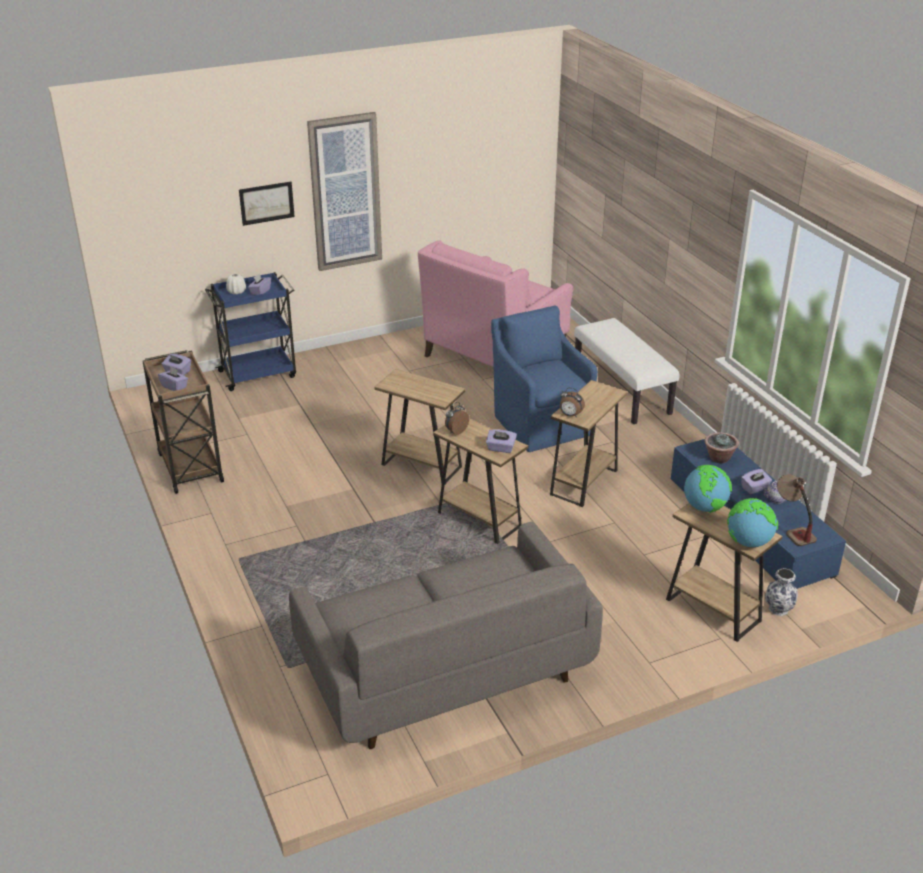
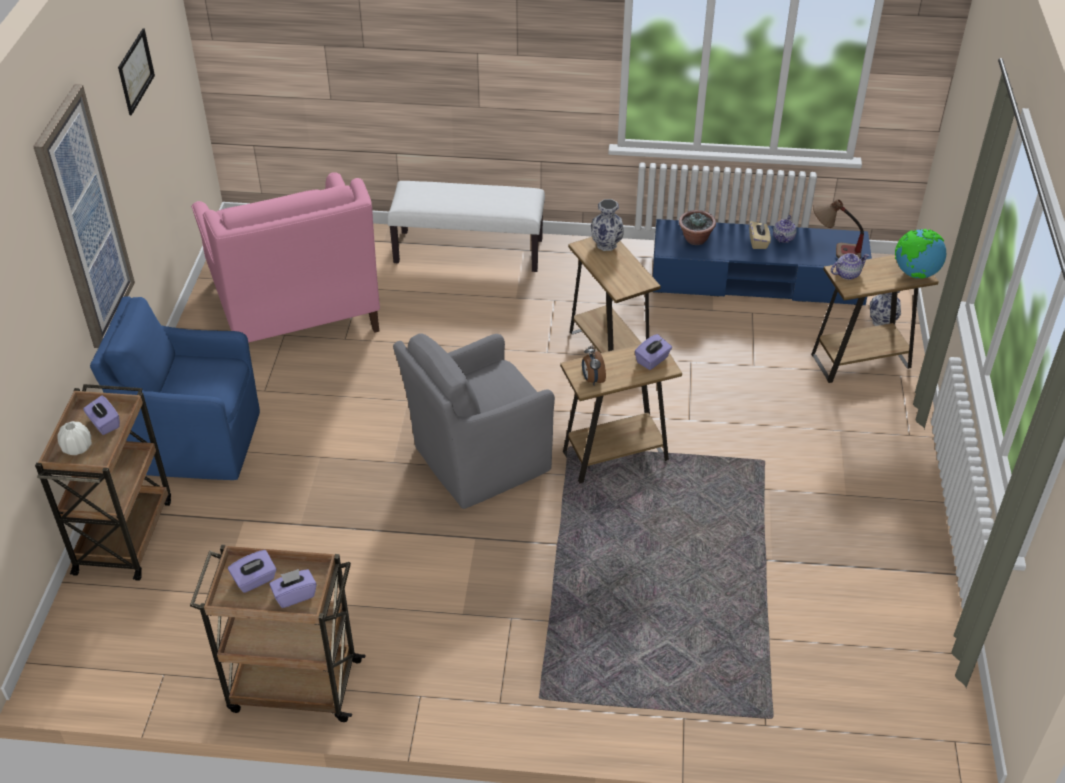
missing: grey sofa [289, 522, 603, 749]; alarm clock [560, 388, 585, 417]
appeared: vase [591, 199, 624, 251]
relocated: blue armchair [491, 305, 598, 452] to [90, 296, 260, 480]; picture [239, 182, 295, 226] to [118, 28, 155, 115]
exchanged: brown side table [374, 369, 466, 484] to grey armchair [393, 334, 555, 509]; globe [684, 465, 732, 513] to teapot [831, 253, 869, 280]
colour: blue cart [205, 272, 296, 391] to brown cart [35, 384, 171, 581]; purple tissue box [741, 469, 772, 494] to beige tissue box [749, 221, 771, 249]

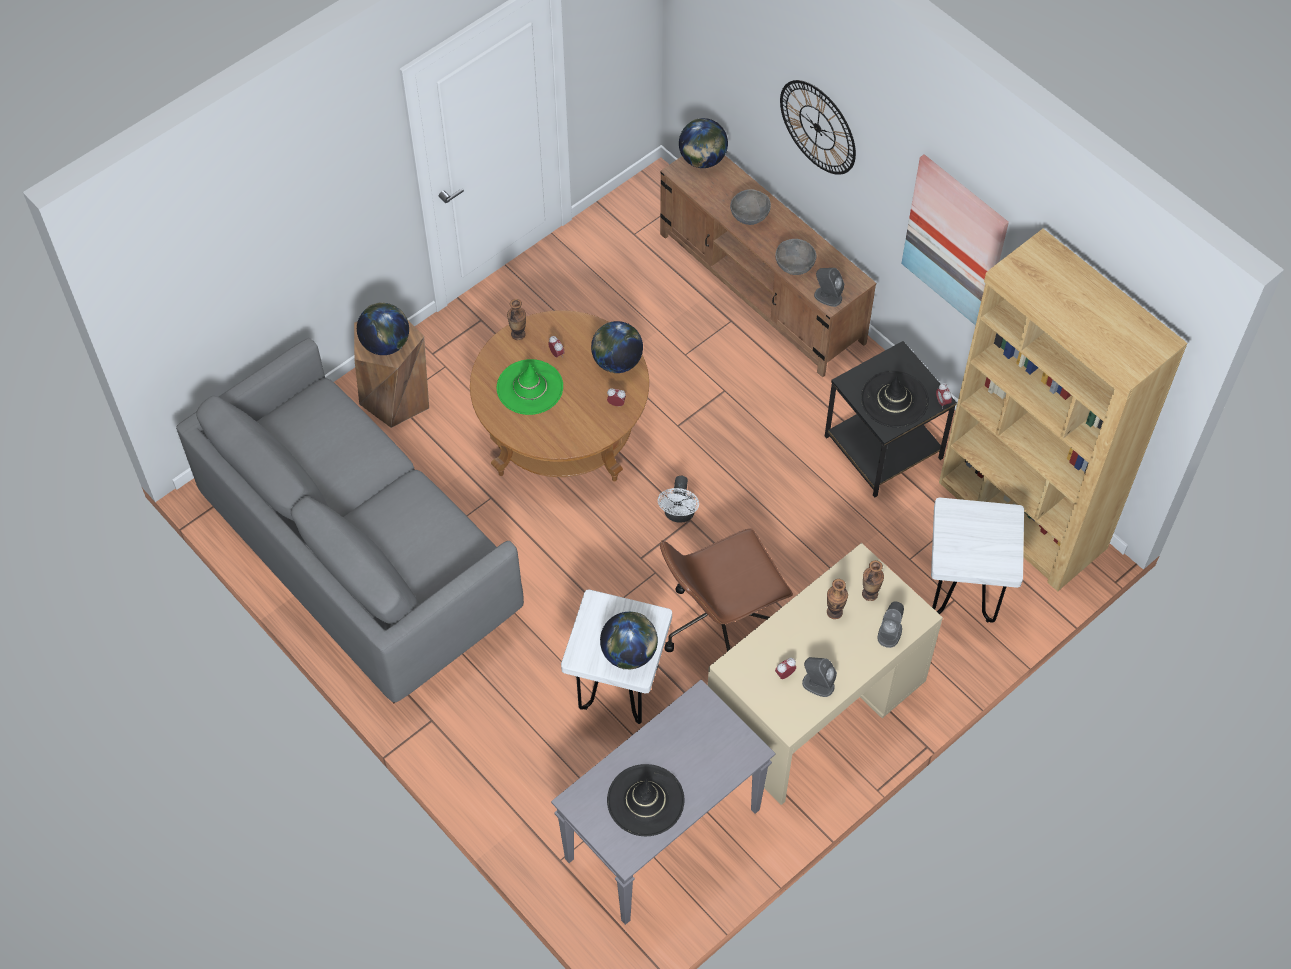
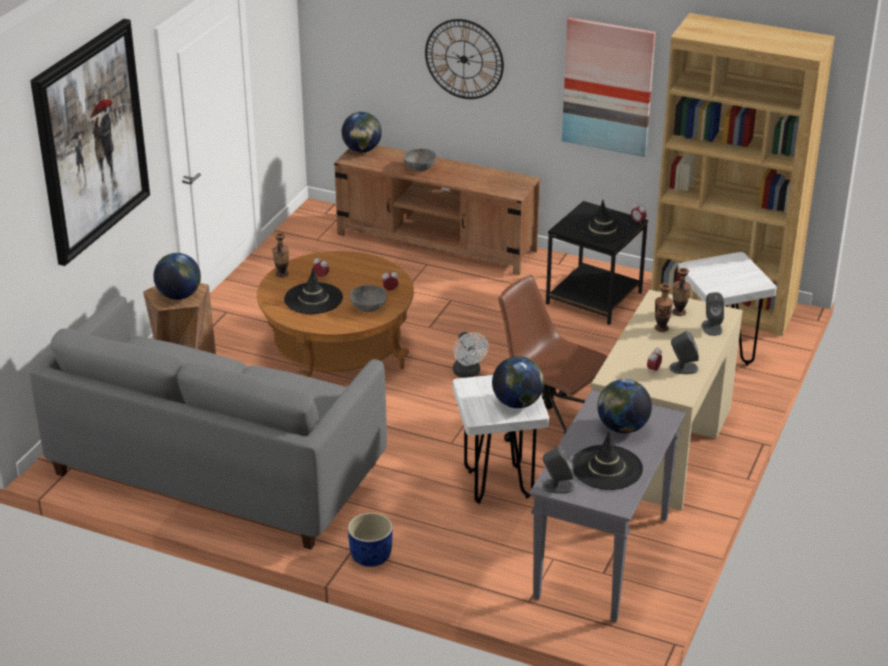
appeared: picture [30, 19, 150, 266]; blue planter [348, 513, 393, 567]
relocated: grey bowl [775, 239, 816, 275] to [350, 285, 387, 312]; grey speaker [814, 268, 844, 307] to [543, 446, 574, 494]; globe [591, 321, 643, 373] to [597, 379, 652, 434]
colour: green hat [497, 359, 563, 415] to black hat [284, 268, 343, 314]
spun: brown office chair [660, 528, 793, 652] = [499, 275, 608, 442] 90 degrees clockwise

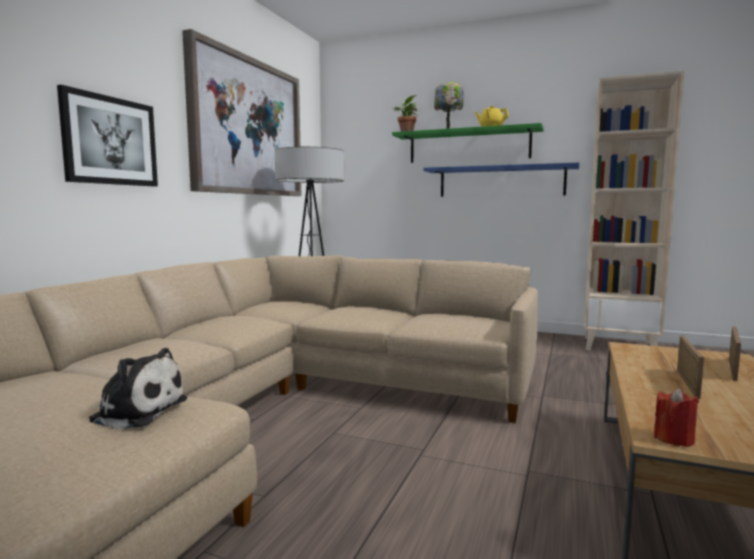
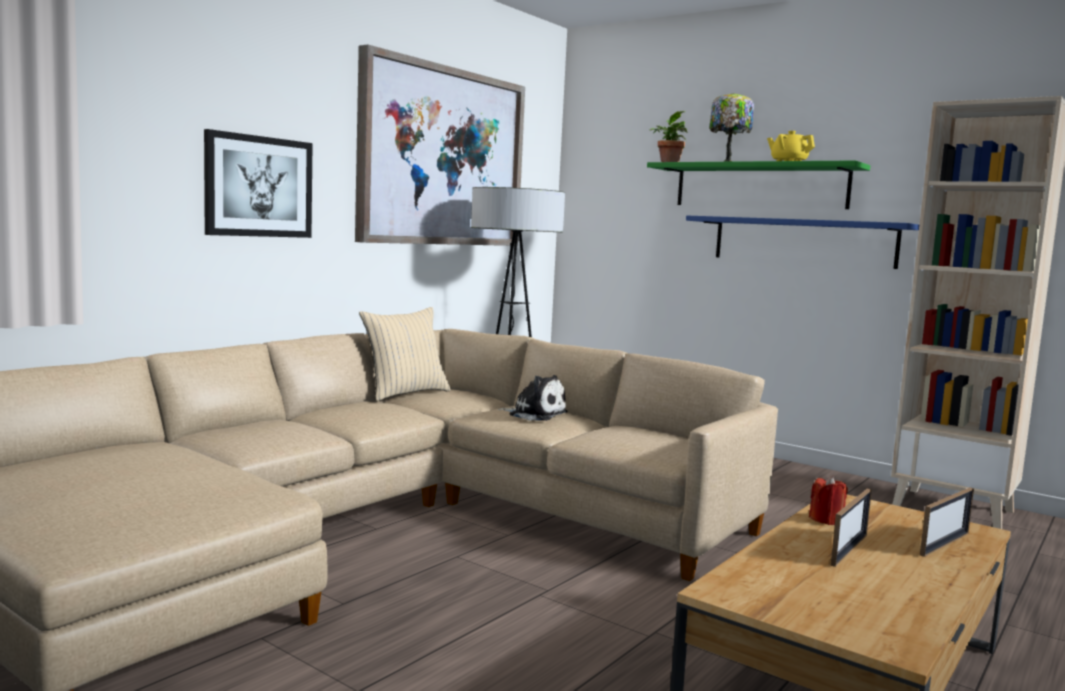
appeared: beige pillow [359, 307, 451, 401]
relocated: plush toy [89, 348, 187, 429] to [498, 375, 567, 421]; red candle [654, 389, 699, 447] to [809, 476, 848, 525]

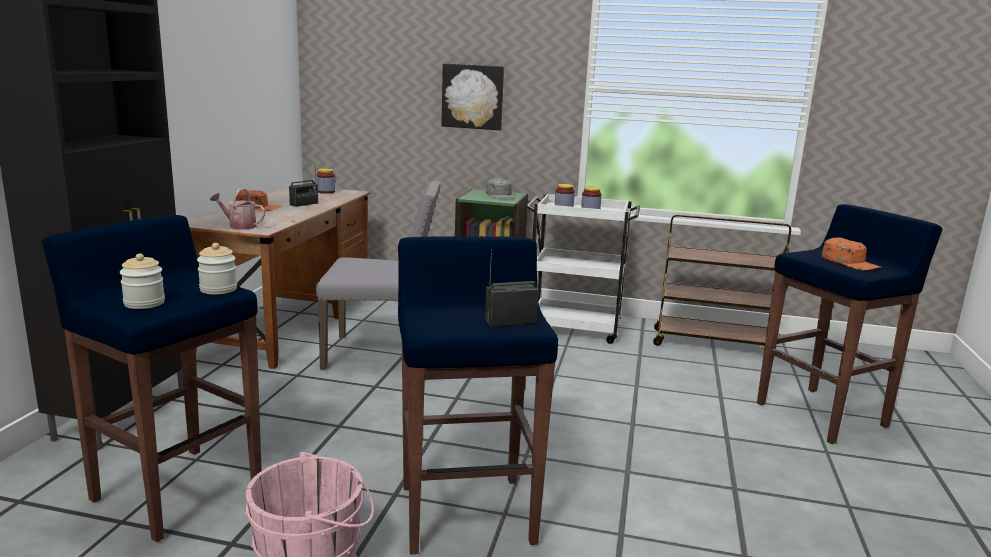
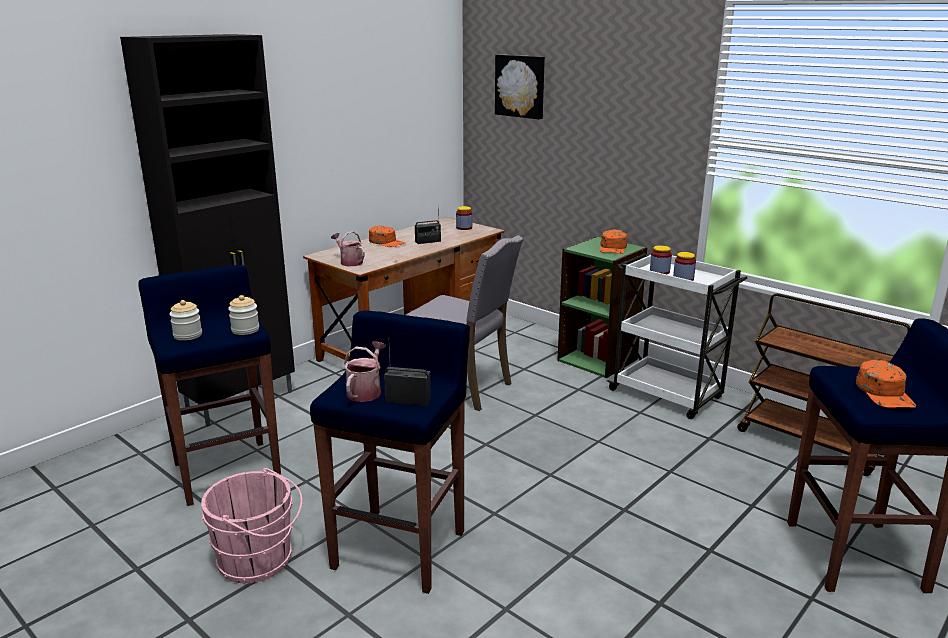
appeared: watering can [344, 342, 386, 402]
relocated: picture [441, 64, 504, 130] to [495, 55, 545, 119]
colour: grey cap [486, 178, 515, 199] to orange cap [600, 229, 627, 254]

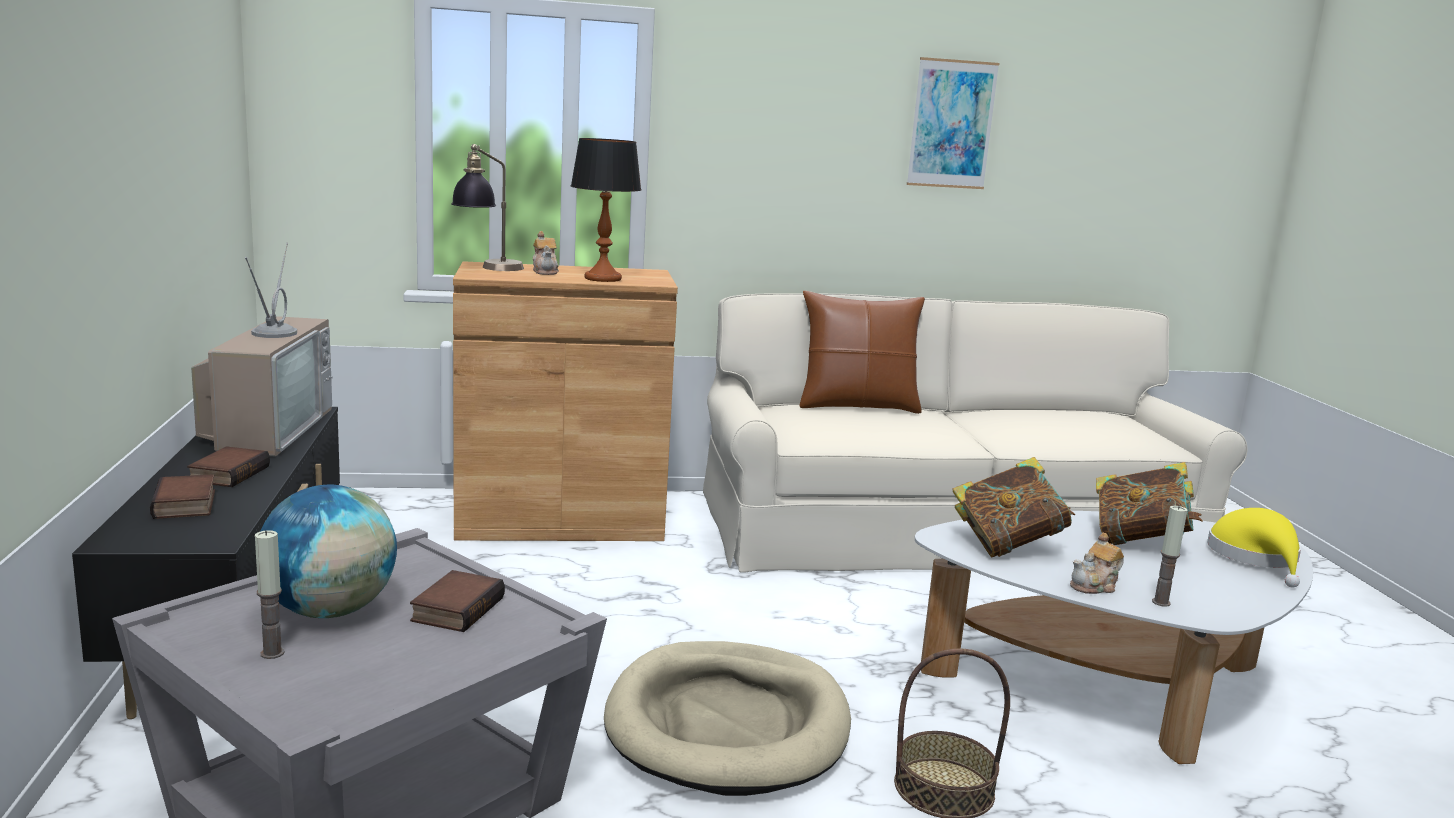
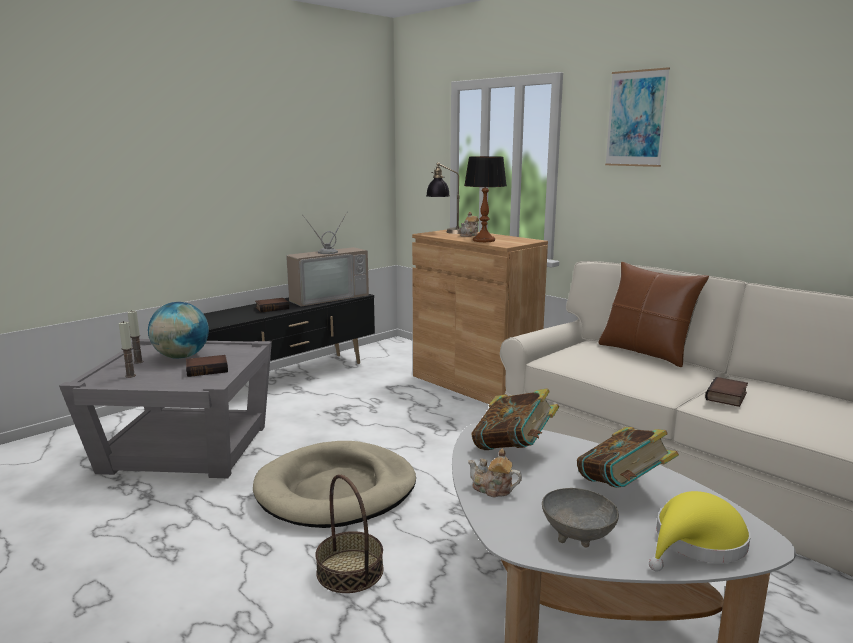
appeared: grey bowl [542, 488, 619, 548]
relocated: candle [1152, 505, 1188, 607] to [119, 321, 136, 378]; picture [907, 57, 1000, 189] to [605, 67, 670, 167]; book [150, 474, 215, 519] to [705, 377, 748, 407]

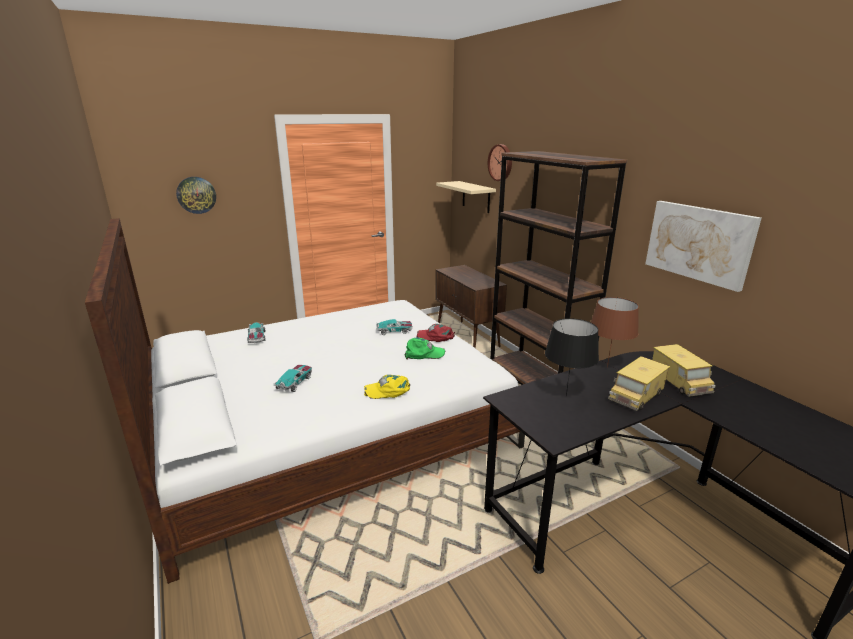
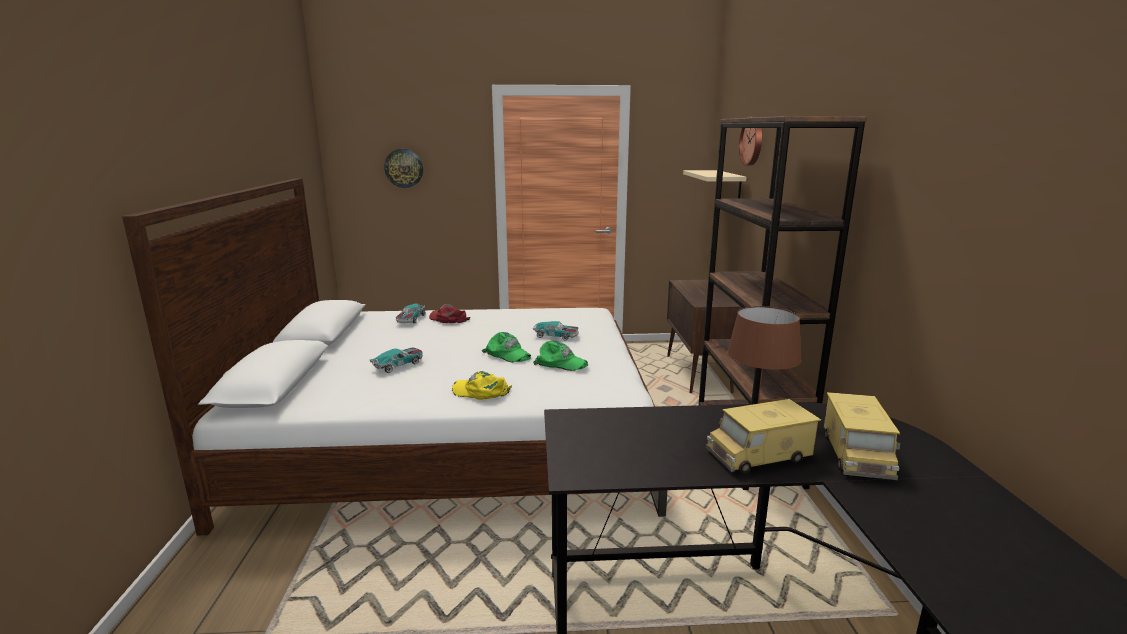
missing: black table lamp [545, 318, 599, 397]; picture [645, 201, 761, 292]
appeared: green cap [482, 332, 531, 362]
relocated: red cap [416, 324, 455, 342] to [429, 304, 470, 323]

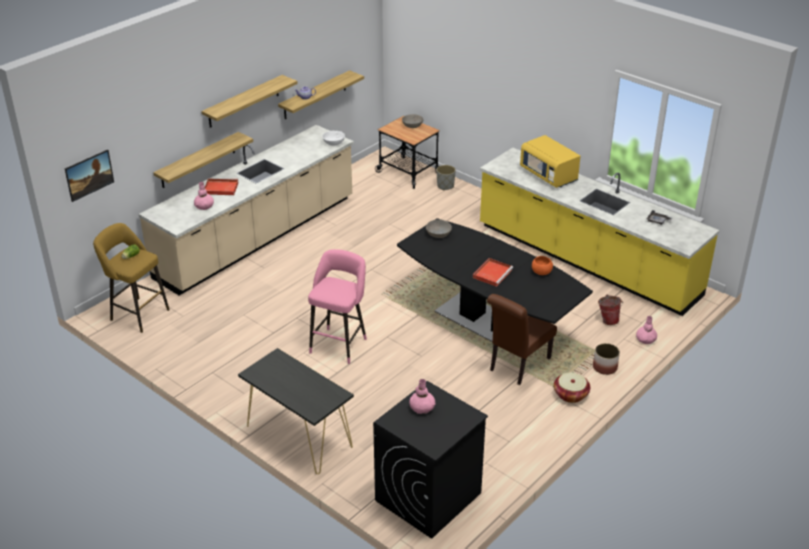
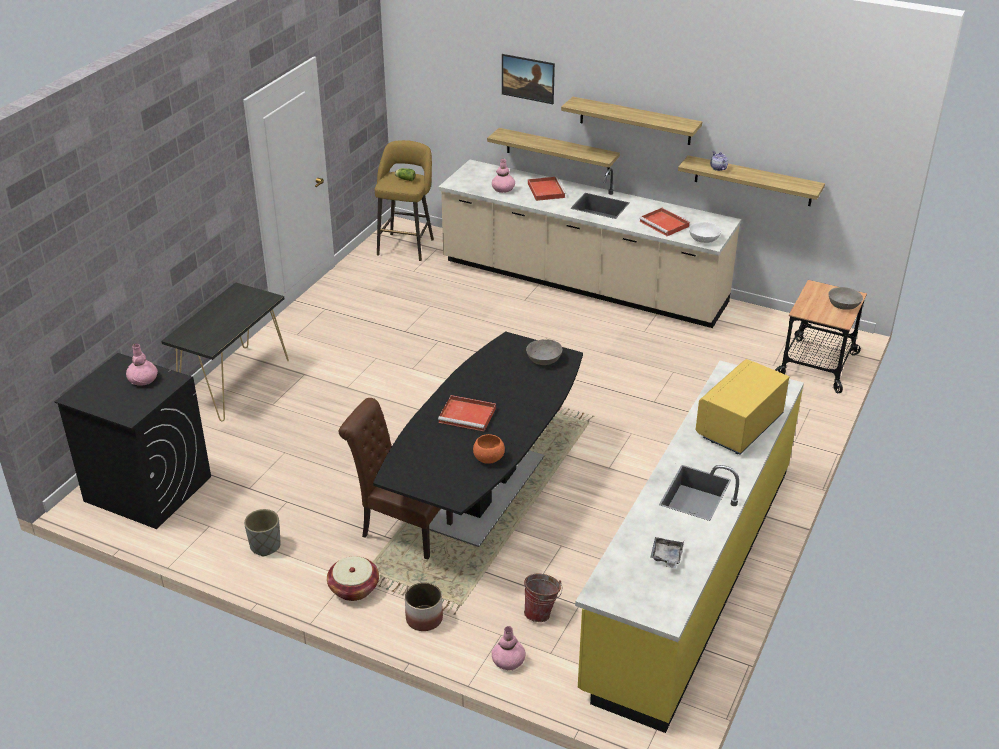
missing: pink stool [308, 249, 367, 364]
appeared: red tray [639, 208, 690, 236]
relocated: grey planter [437, 165, 456, 191] to [244, 509, 281, 556]; picture [65, 149, 114, 202] to [502, 54, 555, 104]

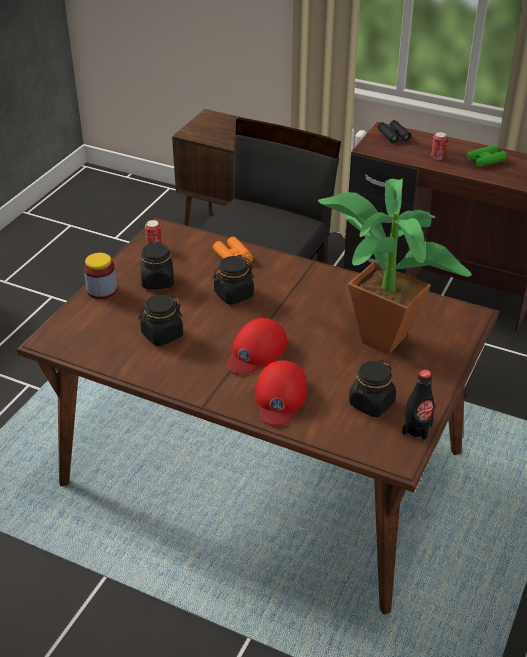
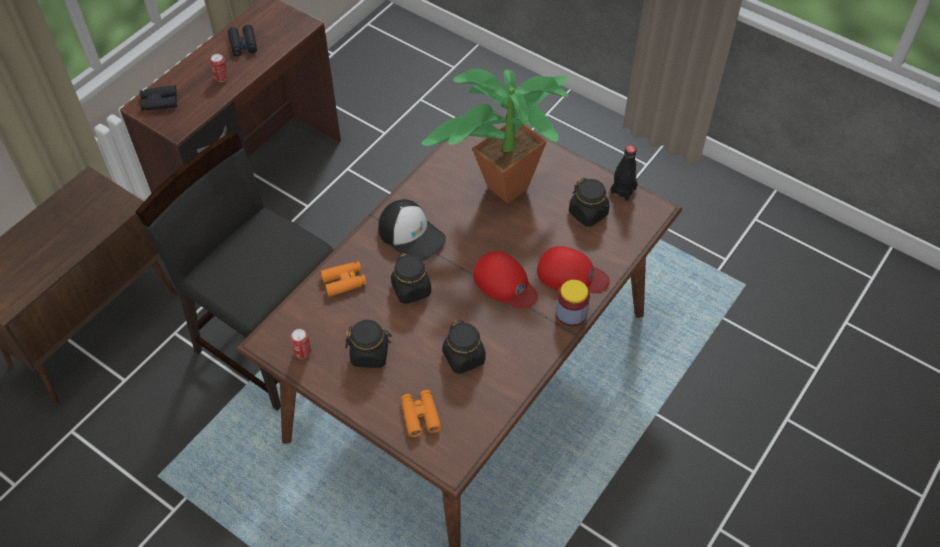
appeared: cap [378, 199, 446, 261]; orange binoculars [401, 390, 441, 437]
relocated: jar [84, 253, 117, 299] to [556, 280, 590, 326]
colour: green binoculars [467, 145, 507, 167] to black binoculars [228, 25, 257, 56]

